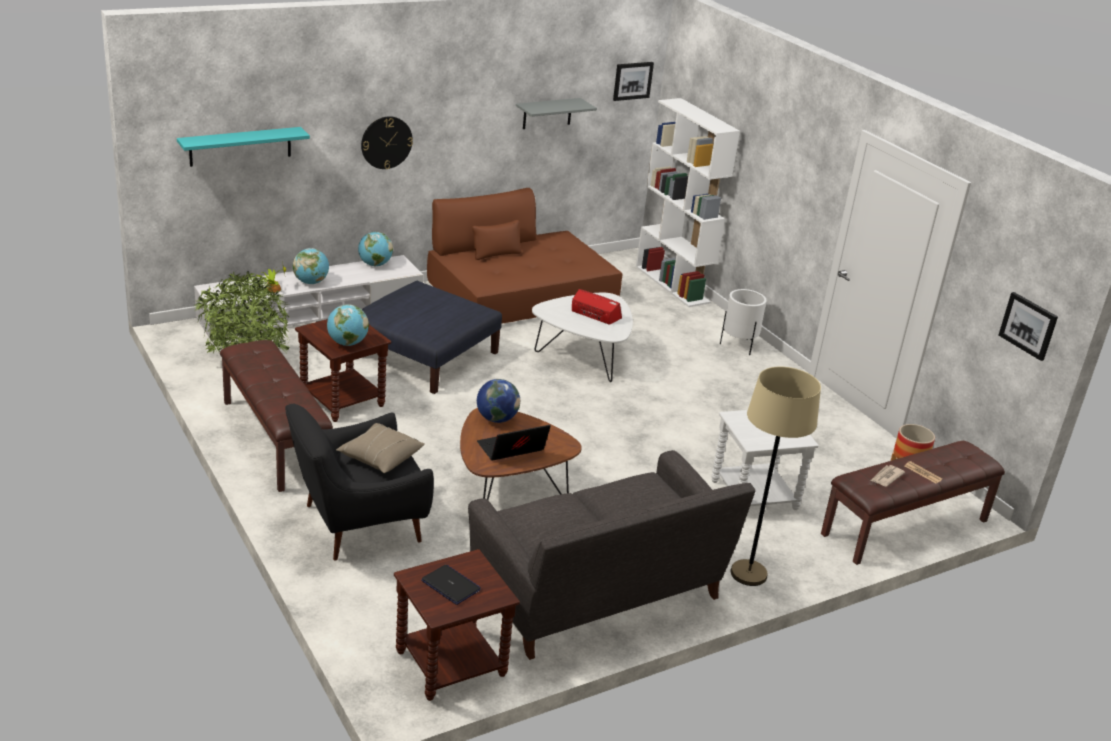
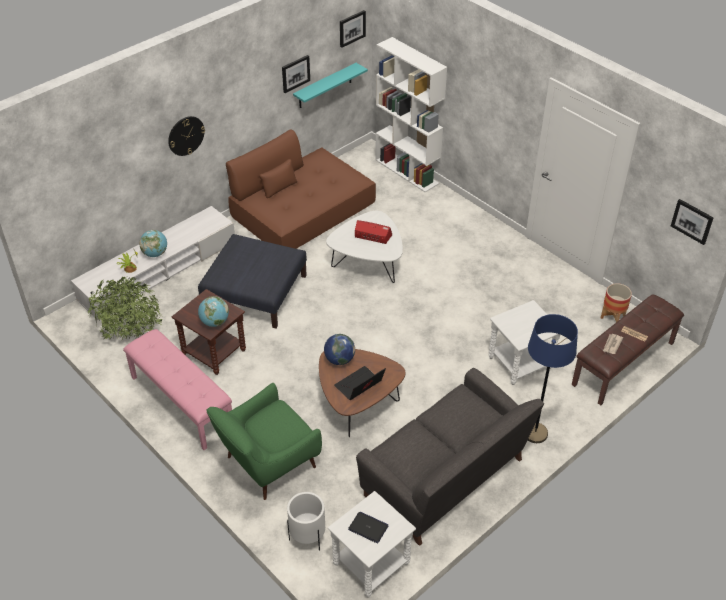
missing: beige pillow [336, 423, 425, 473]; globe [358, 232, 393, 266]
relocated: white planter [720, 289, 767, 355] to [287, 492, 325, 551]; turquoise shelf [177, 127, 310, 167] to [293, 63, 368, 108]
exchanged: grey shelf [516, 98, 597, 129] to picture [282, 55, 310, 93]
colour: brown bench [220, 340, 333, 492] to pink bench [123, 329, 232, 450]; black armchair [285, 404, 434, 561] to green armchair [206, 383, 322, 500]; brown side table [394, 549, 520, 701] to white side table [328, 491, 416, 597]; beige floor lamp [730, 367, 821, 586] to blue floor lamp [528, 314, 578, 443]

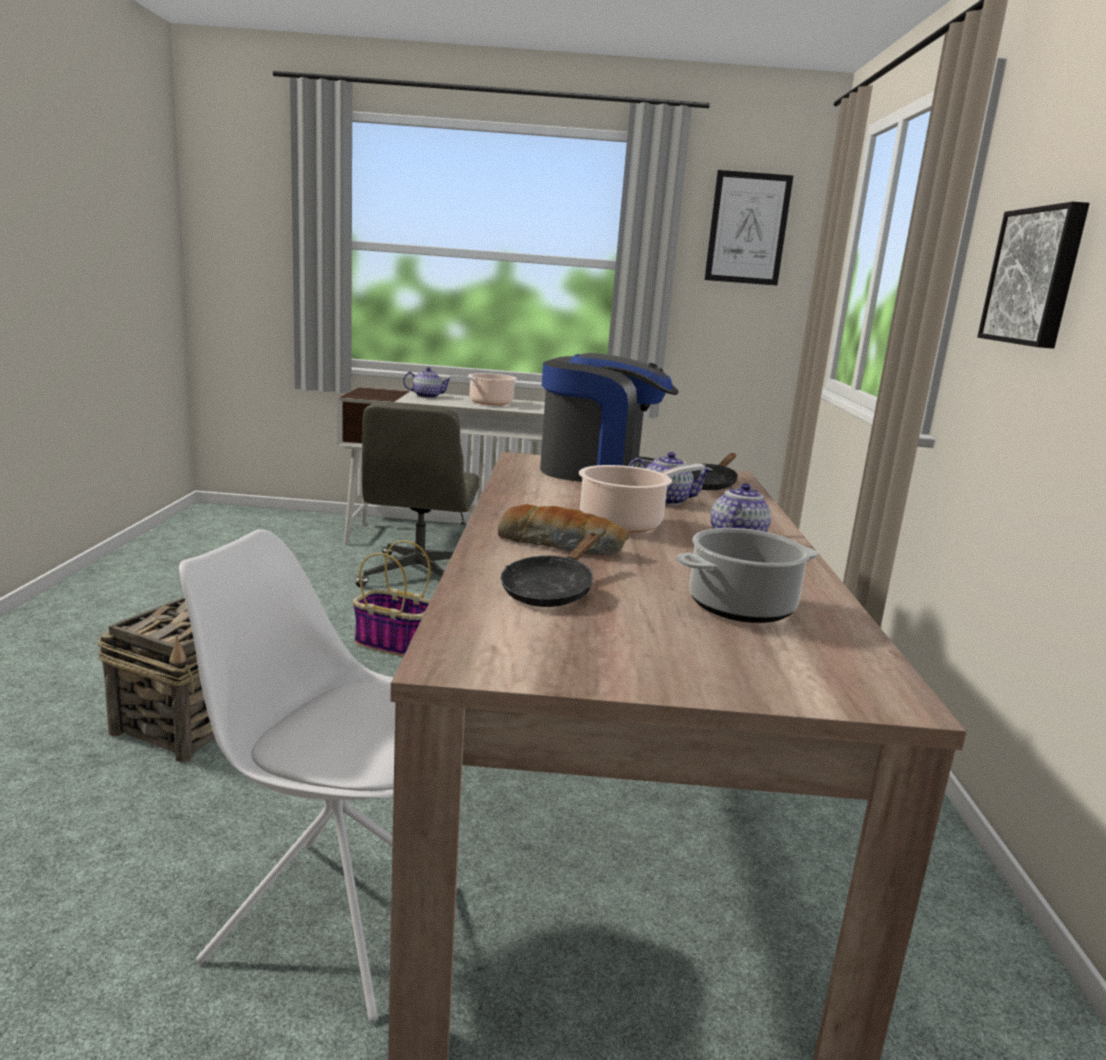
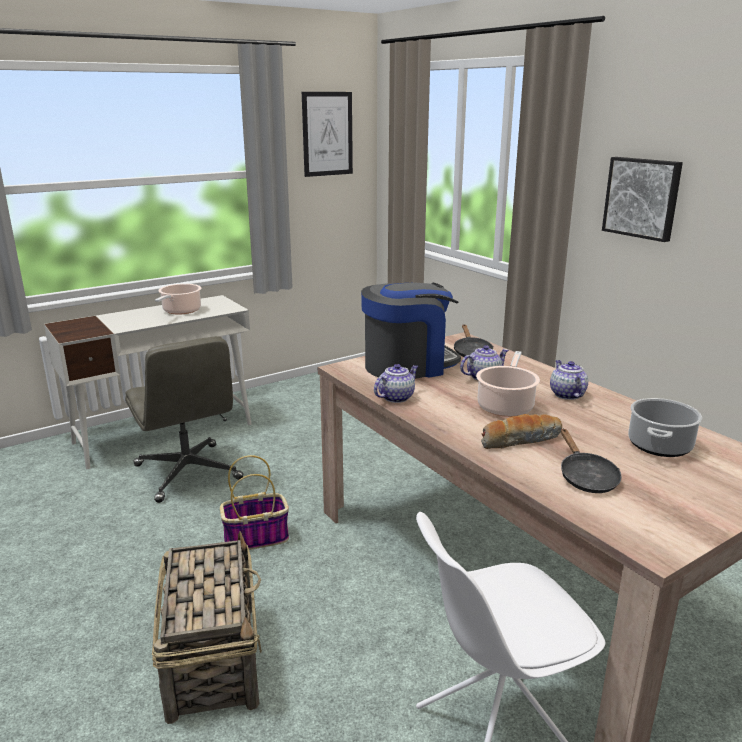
relocated: teapot [403, 367, 450, 398] to [374, 364, 418, 403]

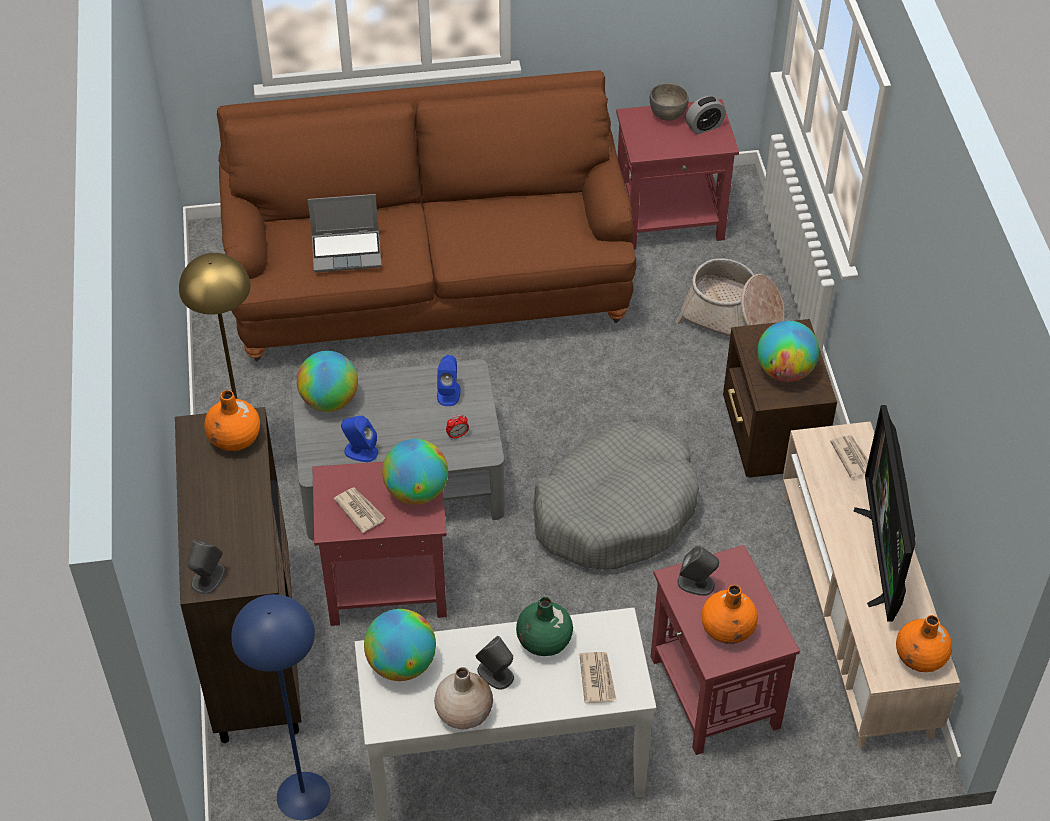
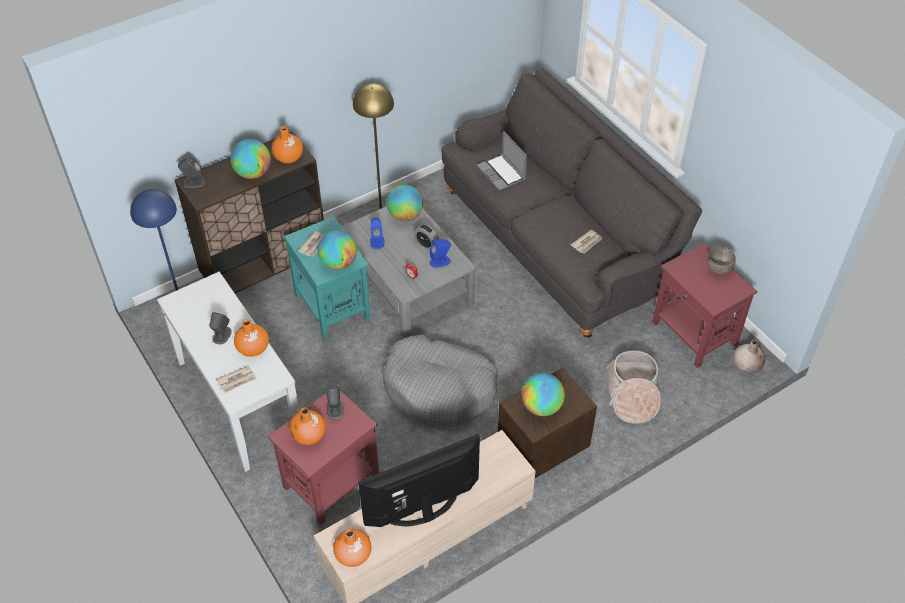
relocated: globe [364, 609, 436, 681] to [230, 139, 271, 179]; alarm clock [686, 96, 726, 135] to [414, 224, 439, 250]; newspaper [830, 435, 868, 479] to [571, 229, 603, 253]; beige vase [434, 667, 493, 730] to [733, 340, 765, 373]
colour: green vase [516, 597, 573, 656] to orange vase [234, 319, 269, 357]; red side table [312, 462, 447, 626] to turquoise side table [284, 216, 371, 339]; brown sofa [217, 70, 636, 361] to grey sofa [442, 68, 702, 338]

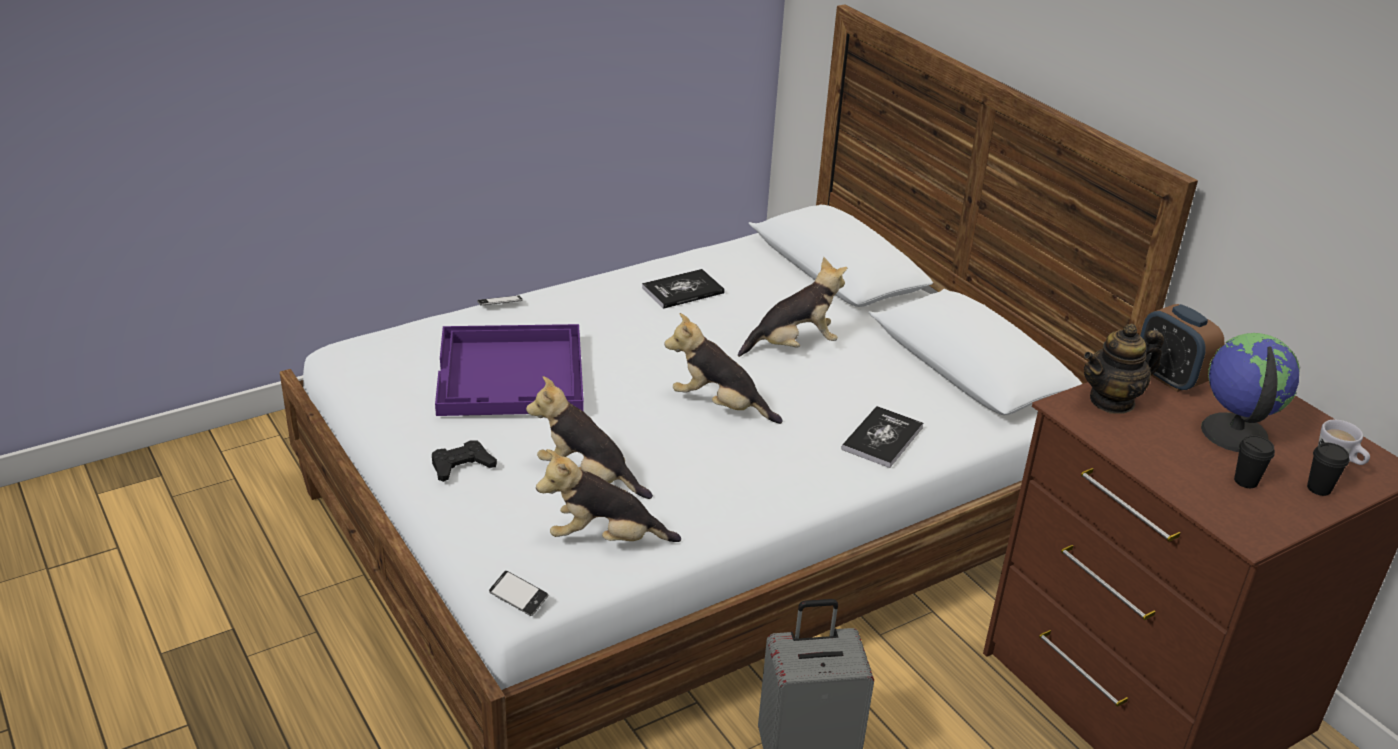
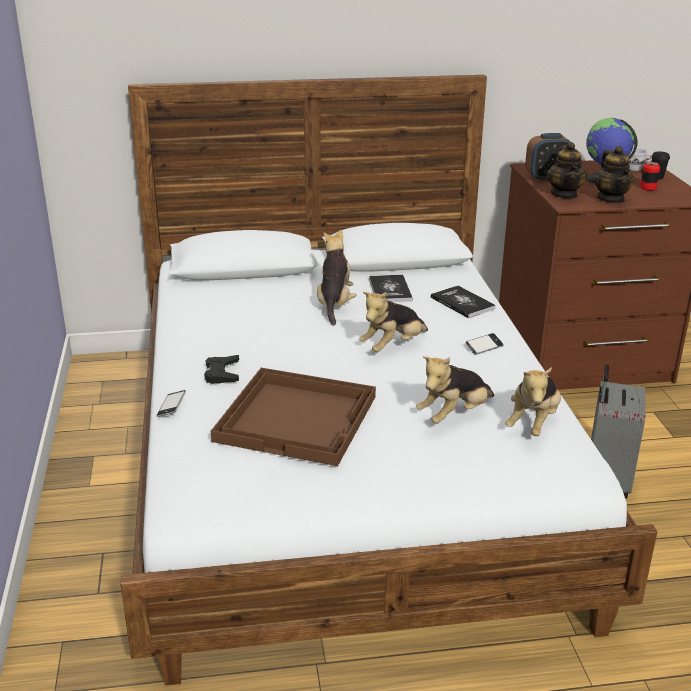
appeared: teapot [594, 146, 634, 203]
relocated: black game controller [432, 440, 497, 482] to [204, 355, 239, 384]; book [642, 269, 725, 309] to [369, 275, 413, 302]; phone [489, 571, 548, 616] to [465, 333, 503, 355]
exchanged: black cup [1234, 435, 1275, 488] to can [640, 162, 660, 191]
colour: purple tray [435, 324, 584, 416] to brown tray [211, 368, 376, 466]

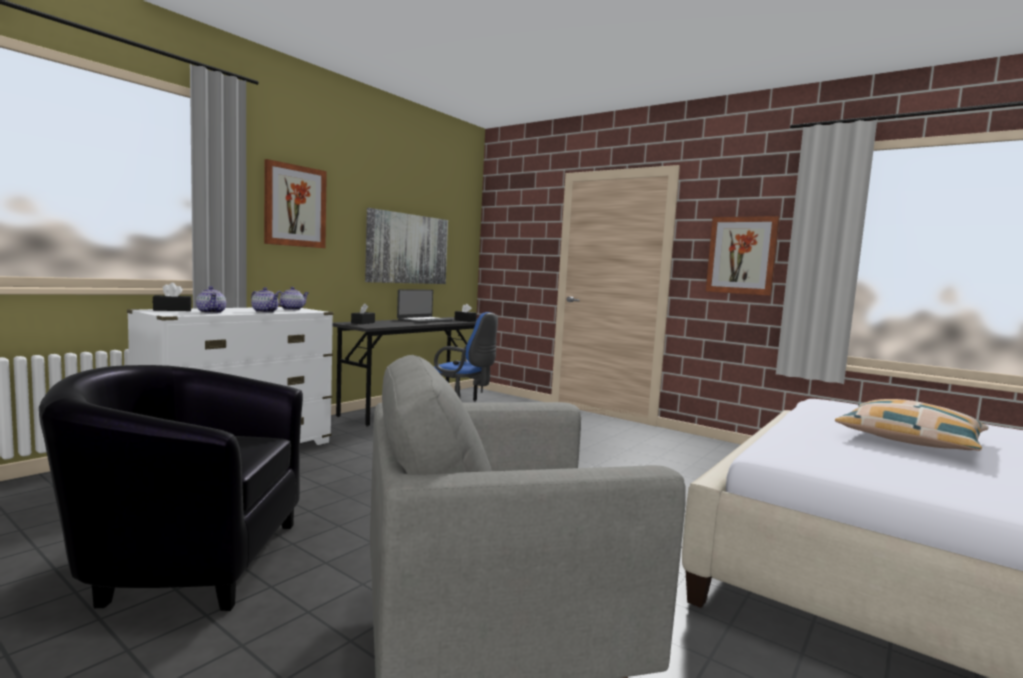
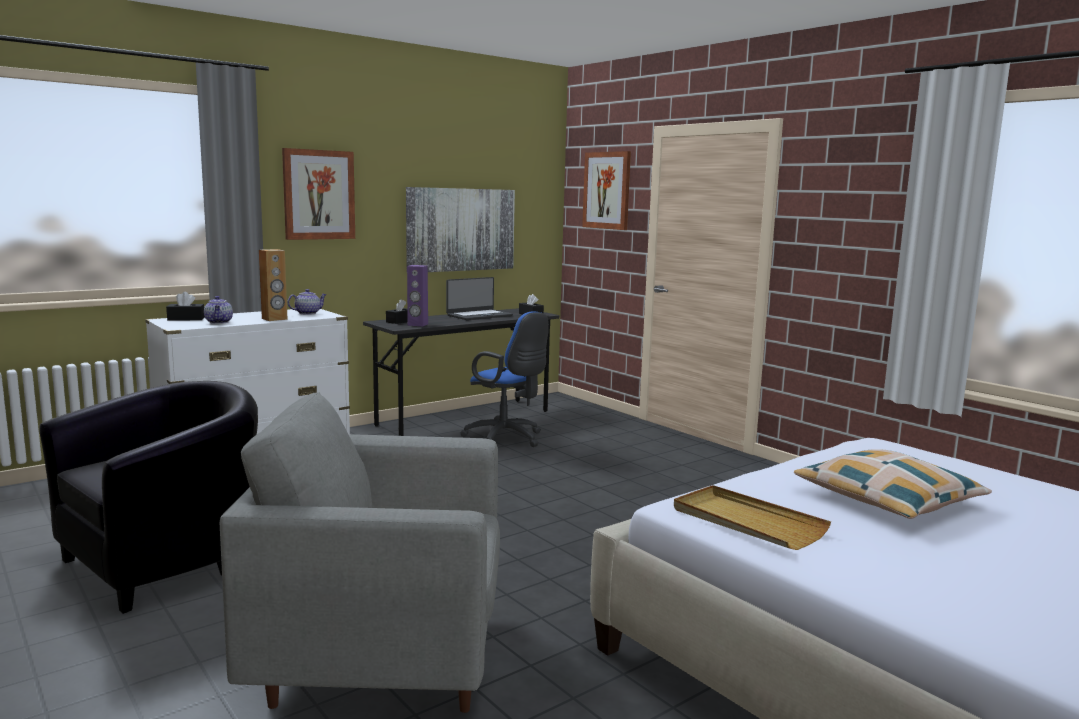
appeared: purple speaker [407, 265, 428, 326]; beige tray [674, 485, 831, 550]
relocated: picture [706, 216, 780, 296] to [582, 151, 631, 230]
exchanged: teapot [251, 287, 279, 313] to brown speaker [259, 249, 288, 321]
spun: black armchair [39, 365, 303, 611] = [39, 381, 258, 614] 120 degrees clockwise

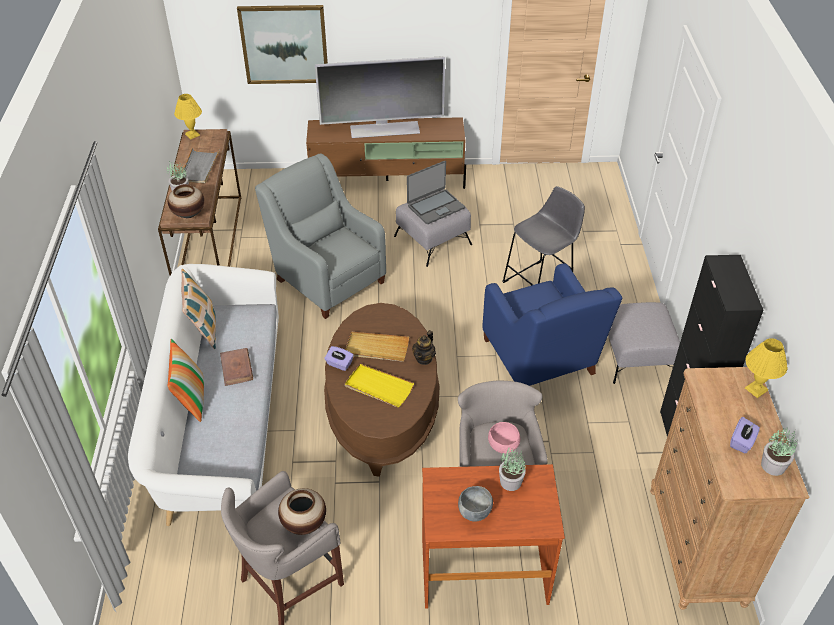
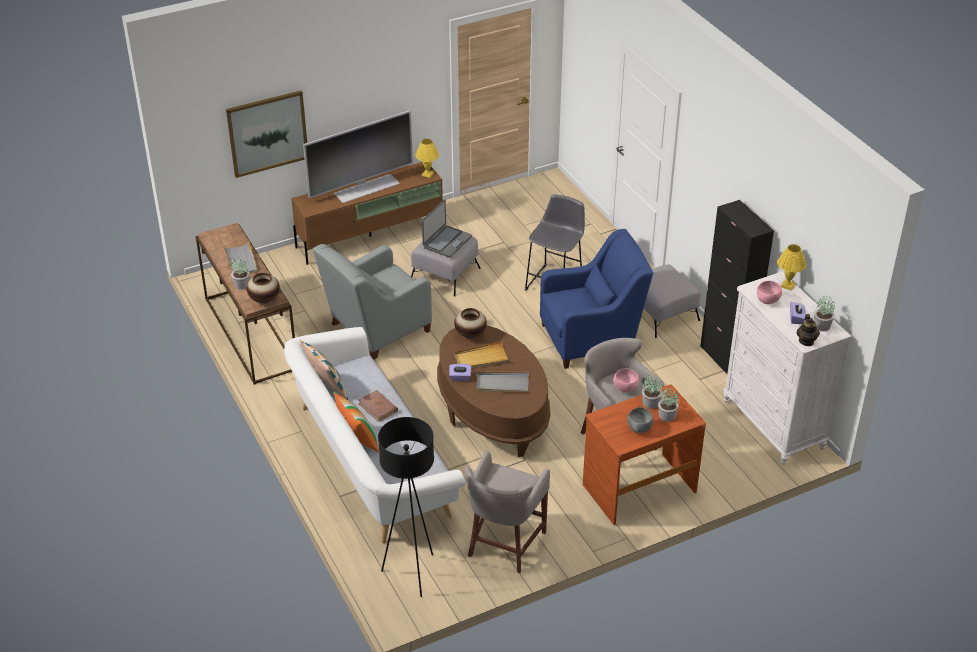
appeared: black floor lamp [378, 417, 434, 597]; potted plant [658, 387, 679, 422]; pink bowl [757, 281, 782, 304]
relocated: yellow table lamp [174, 94, 202, 139] to [415, 139, 439, 178]; vase [278, 488, 326, 535] to [454, 308, 487, 339]; teapot [412, 330, 436, 365] to [797, 314, 820, 346]
colour: yellow tray [345, 364, 414, 408] to grey tray [476, 372, 529, 392]; brown dresser [650, 367, 809, 610] to white dresser [723, 272, 852, 465]
spun: grey armchair [255, 153, 386, 319] = [313, 244, 432, 360] 60 degrees counterclockwise; blue armchair [482, 263, 622, 386] = [540, 229, 653, 369] 60 degrees counterclockwise

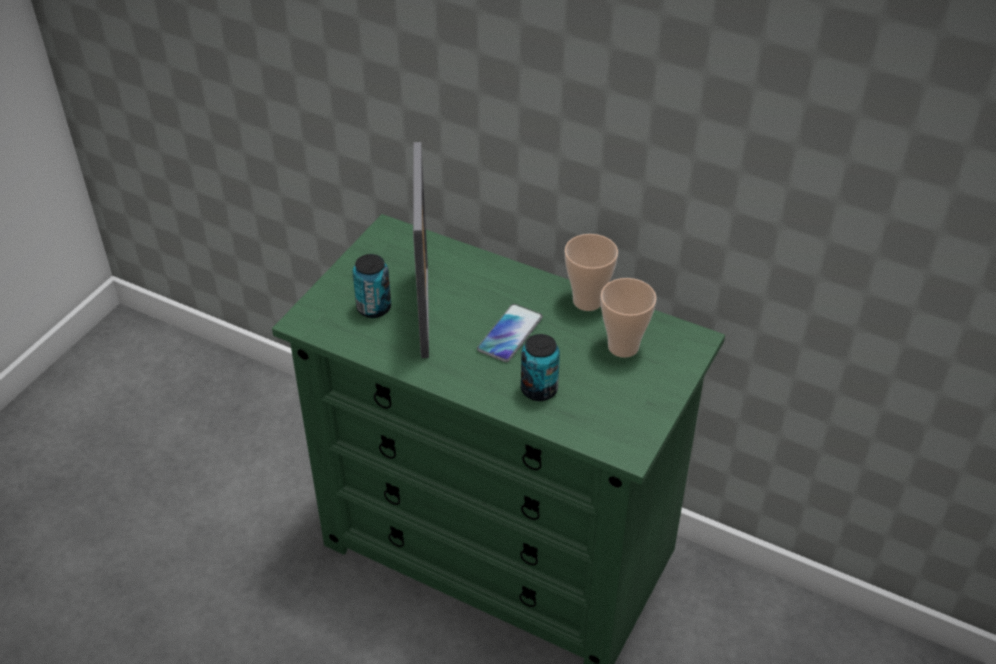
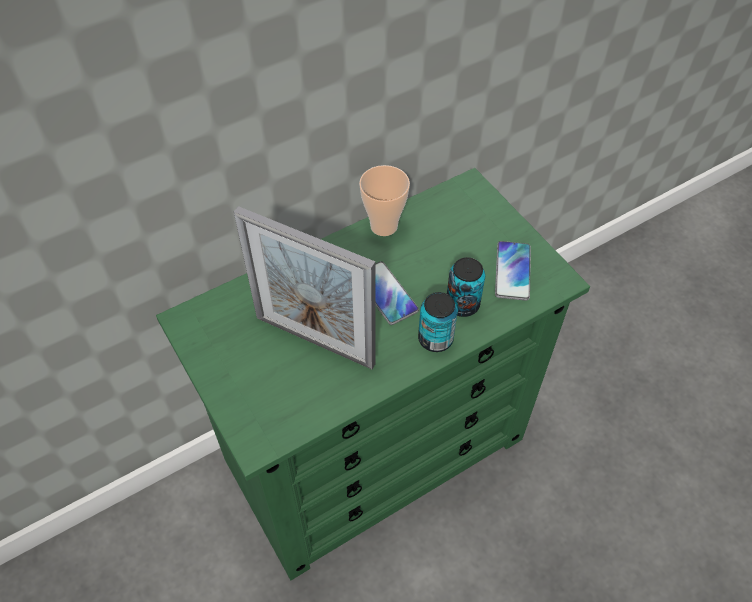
missing: cup [601, 278, 657, 358]
appeared: phone [495, 241, 531, 301]
relocated: can [353, 254, 391, 318] to [418, 292, 458, 352]

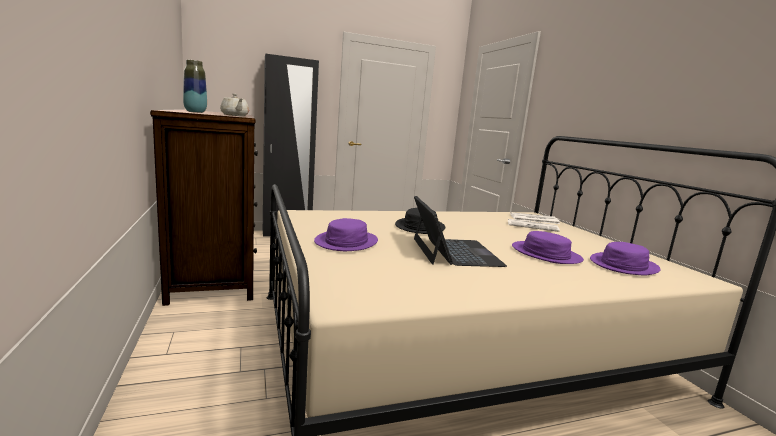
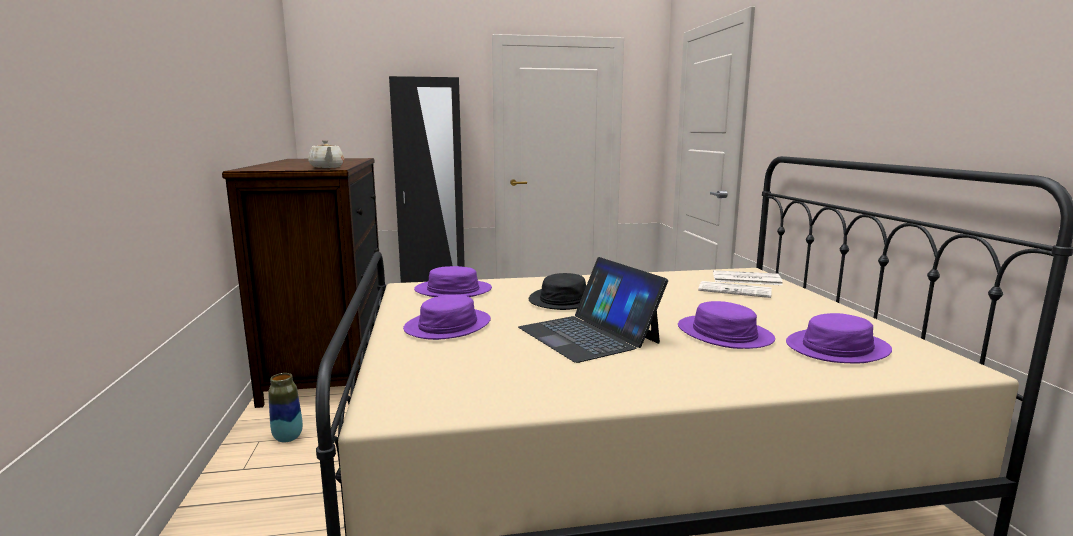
appeared: purple hat [414, 266, 492, 297]
relocated: vase [183, 60, 207, 113] to [268, 373, 303, 443]
spun: laptop [414, 196, 507, 267] = [518, 257, 668, 363] 150 degrees clockwise

